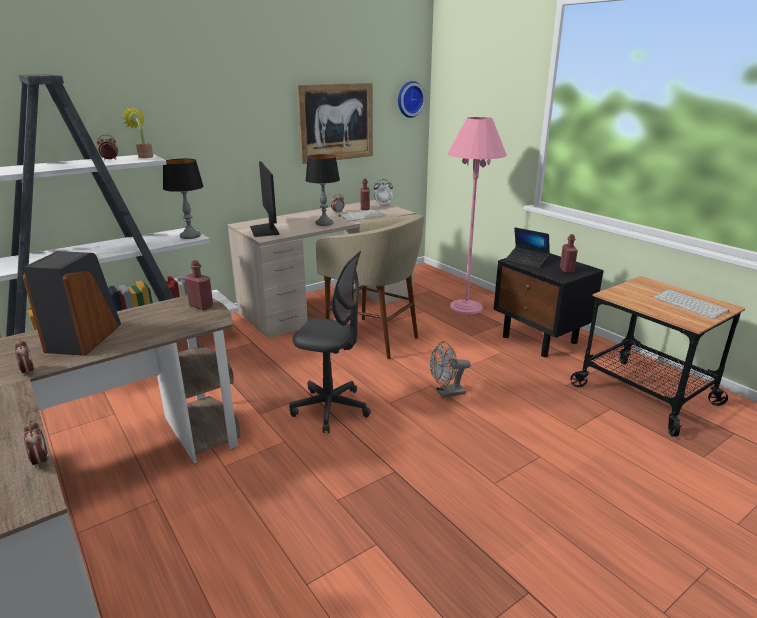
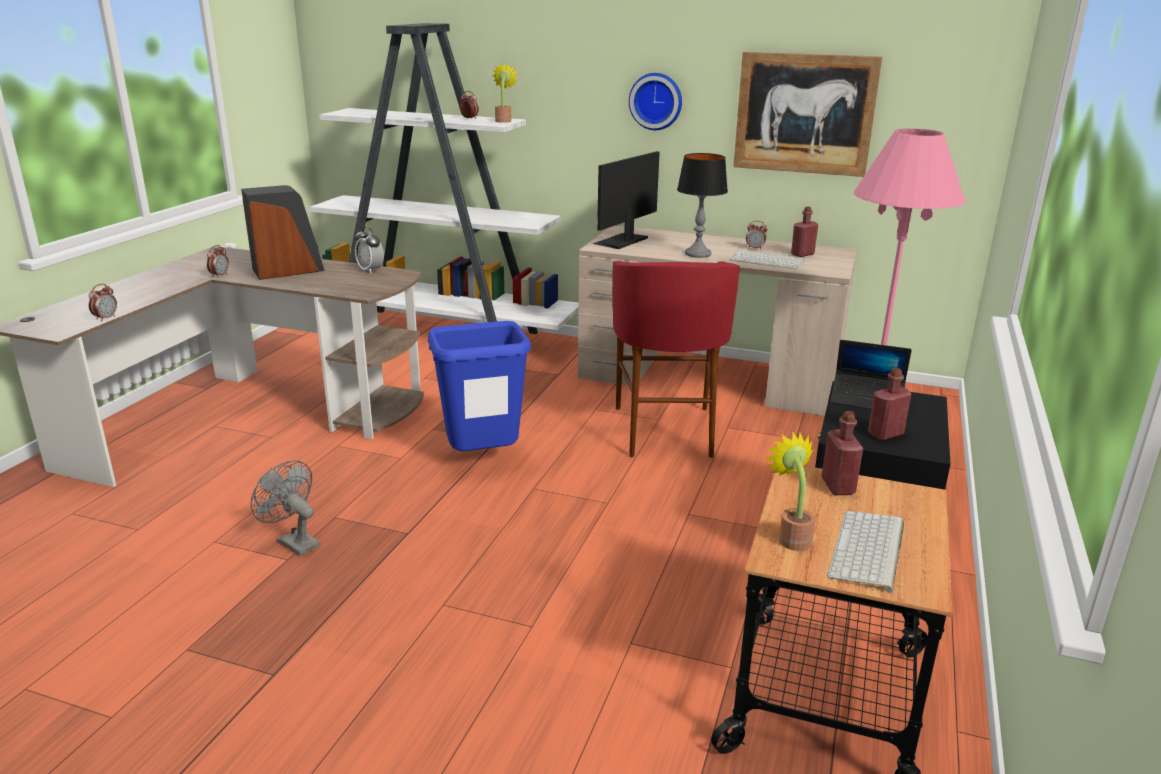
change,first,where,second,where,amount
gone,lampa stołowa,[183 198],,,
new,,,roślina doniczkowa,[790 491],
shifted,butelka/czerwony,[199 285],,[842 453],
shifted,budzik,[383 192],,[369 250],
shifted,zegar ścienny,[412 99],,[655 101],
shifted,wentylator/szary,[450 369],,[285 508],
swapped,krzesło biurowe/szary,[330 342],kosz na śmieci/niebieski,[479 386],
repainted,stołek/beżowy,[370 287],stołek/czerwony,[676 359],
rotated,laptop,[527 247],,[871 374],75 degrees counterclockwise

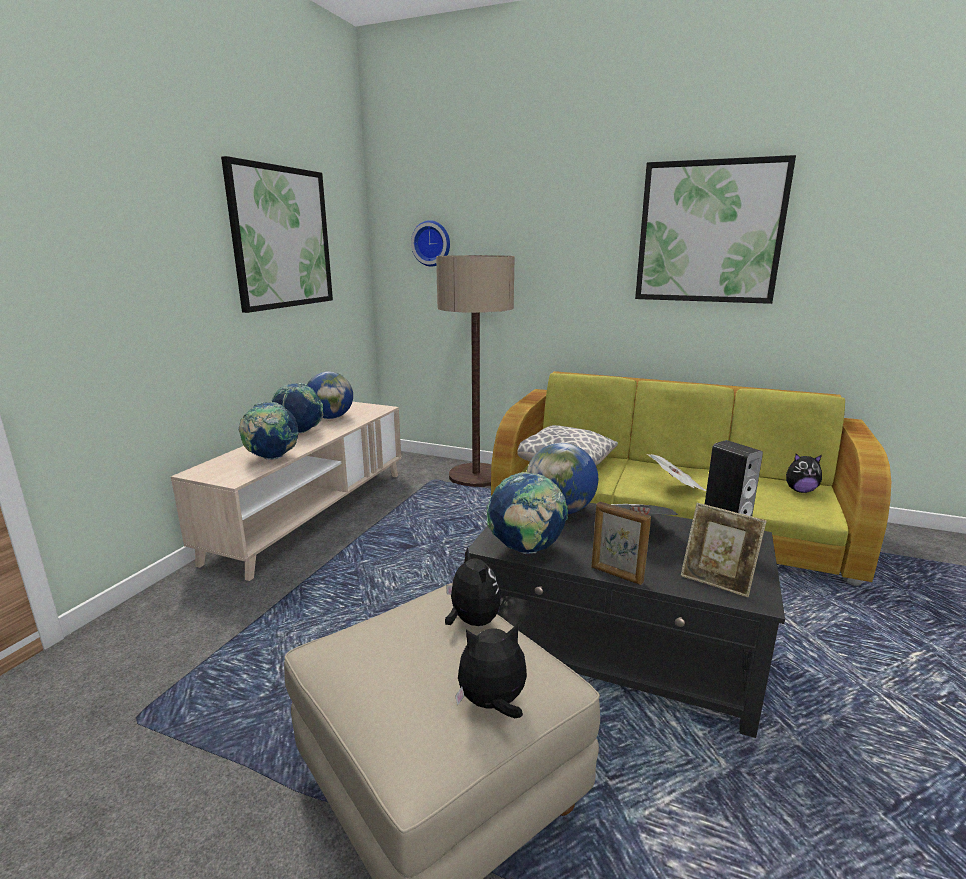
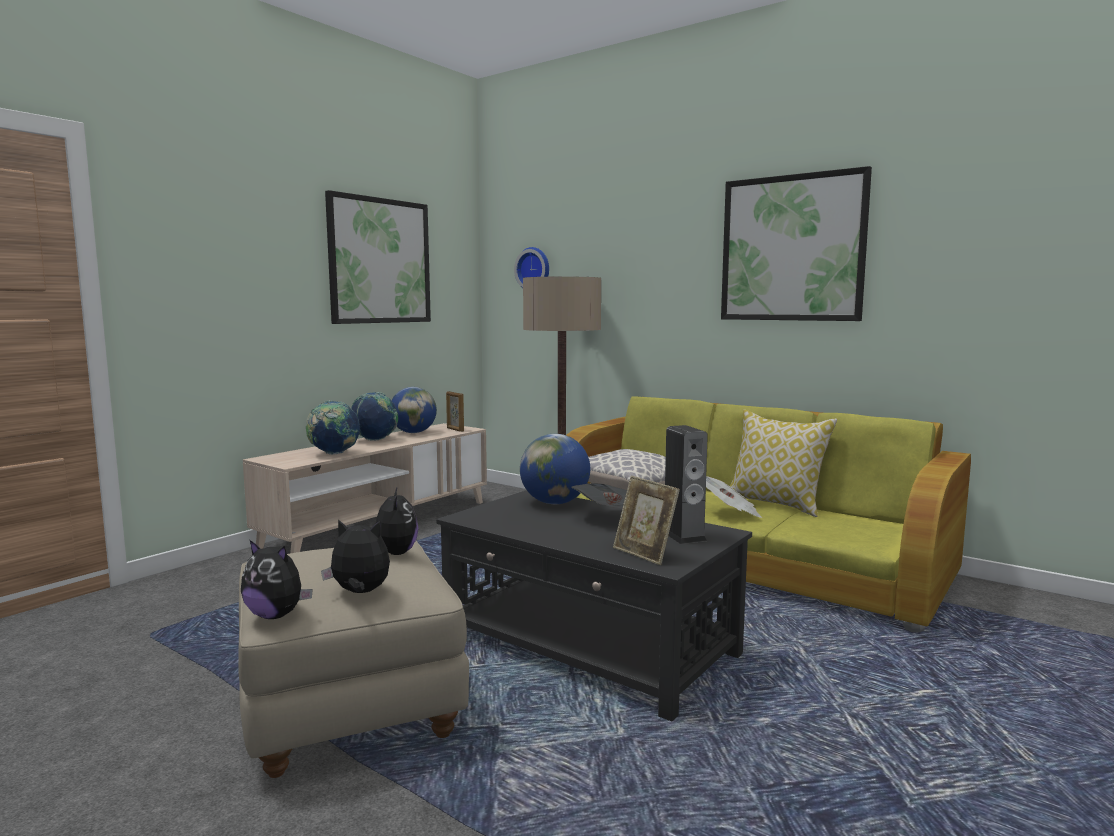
change,first,where,second,where,amount
gone,globus,[527 513],,,
new,,,poduszka,[783 463],
shifted,ramka na zdjęcie,[621 543],,[455 411],
shifted,pluszak,[804 473],,[277 579],

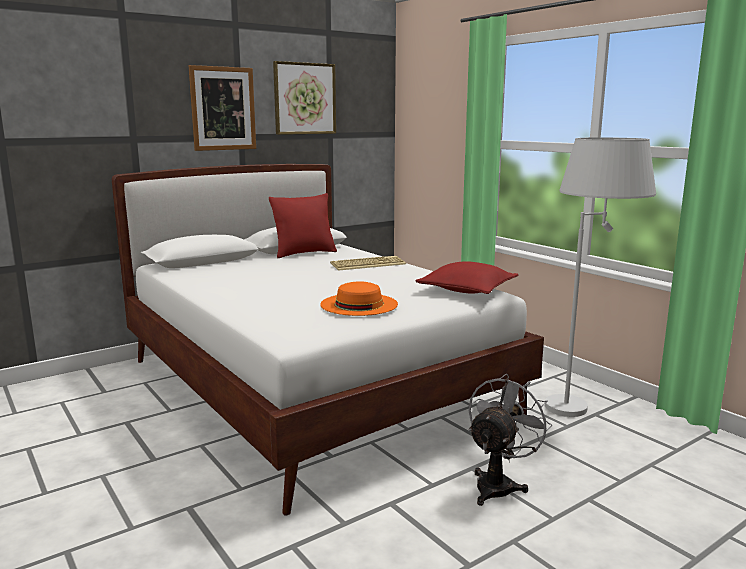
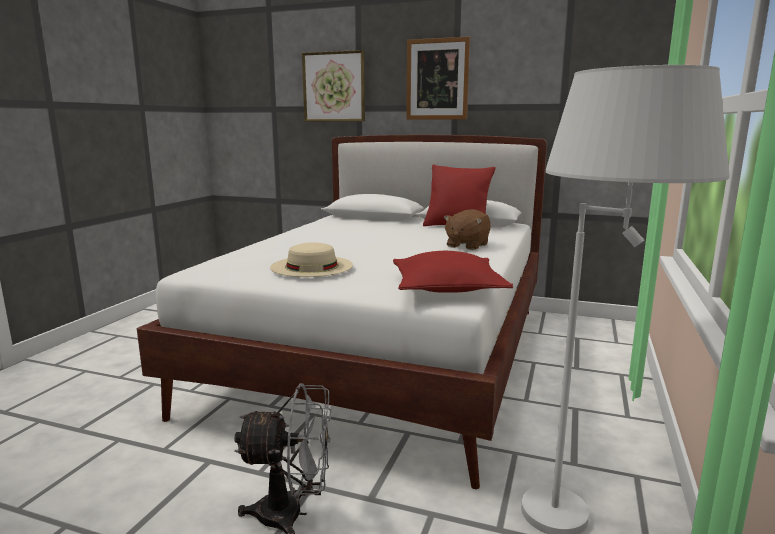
change,first,where,second,where,amount
shifted,obraz,[304 98],,[333 86],
swapped,klawiatura,[368 263],pluszak/brązowy,[467 229],
repainted,kapelusz/pomarańczowy,[359 298],kapelusz/beżowy,[311 259],

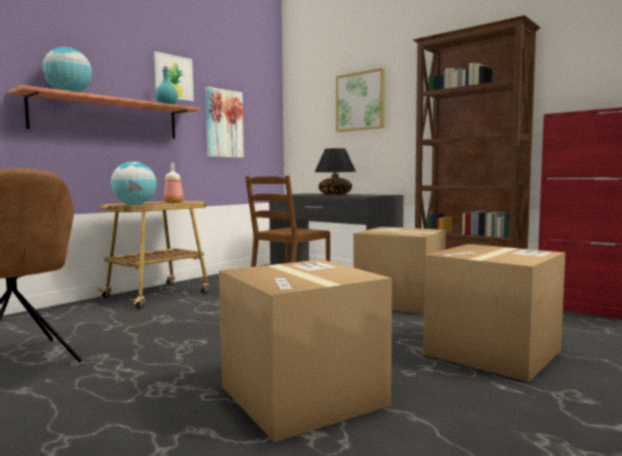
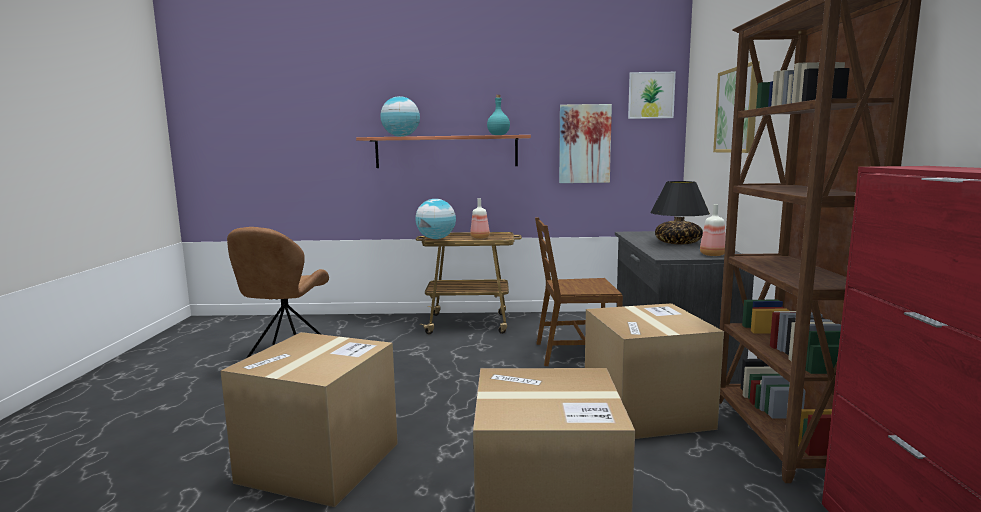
change,first,where,second,where,amount
new,,,butelka,[713 230],
shifted,obraz,[174 76],,[652 95],

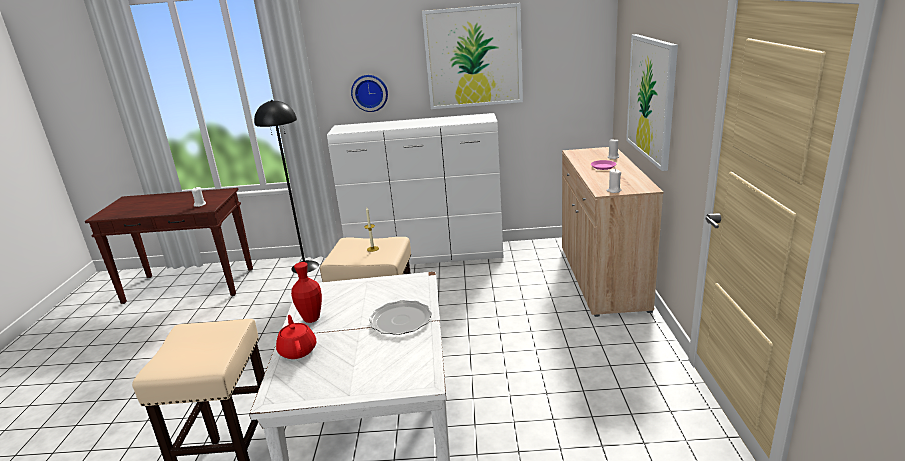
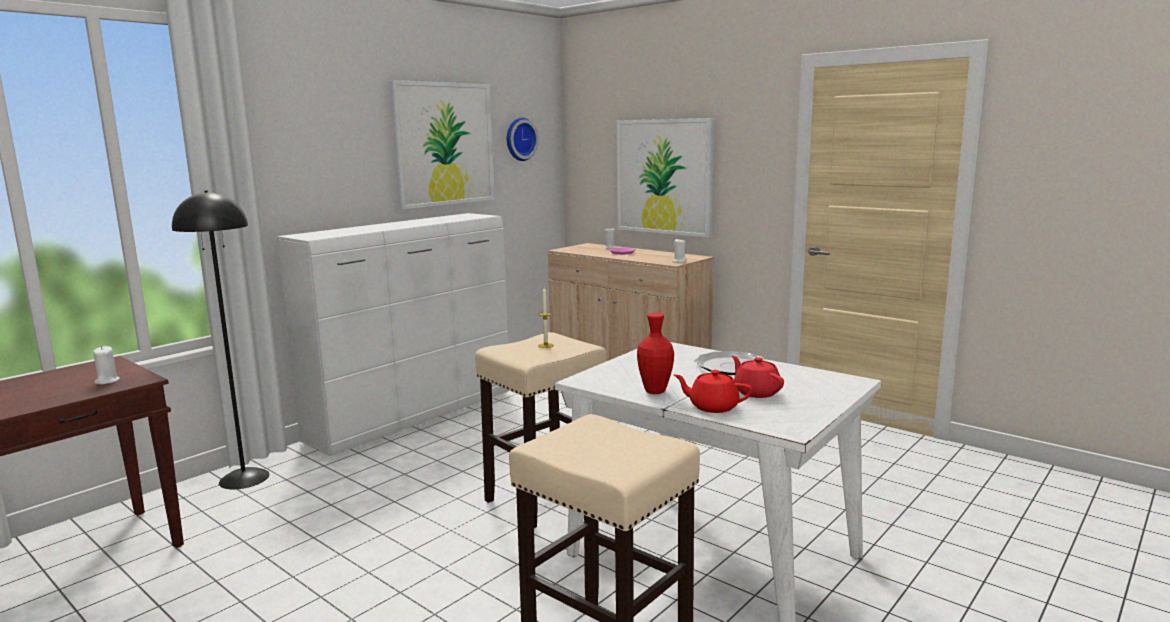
change,first,where,second,where,amount
new,,,imbryk/czerwony,[758 377],
shifted,zegar ścienny,[369 93],,[523 139],

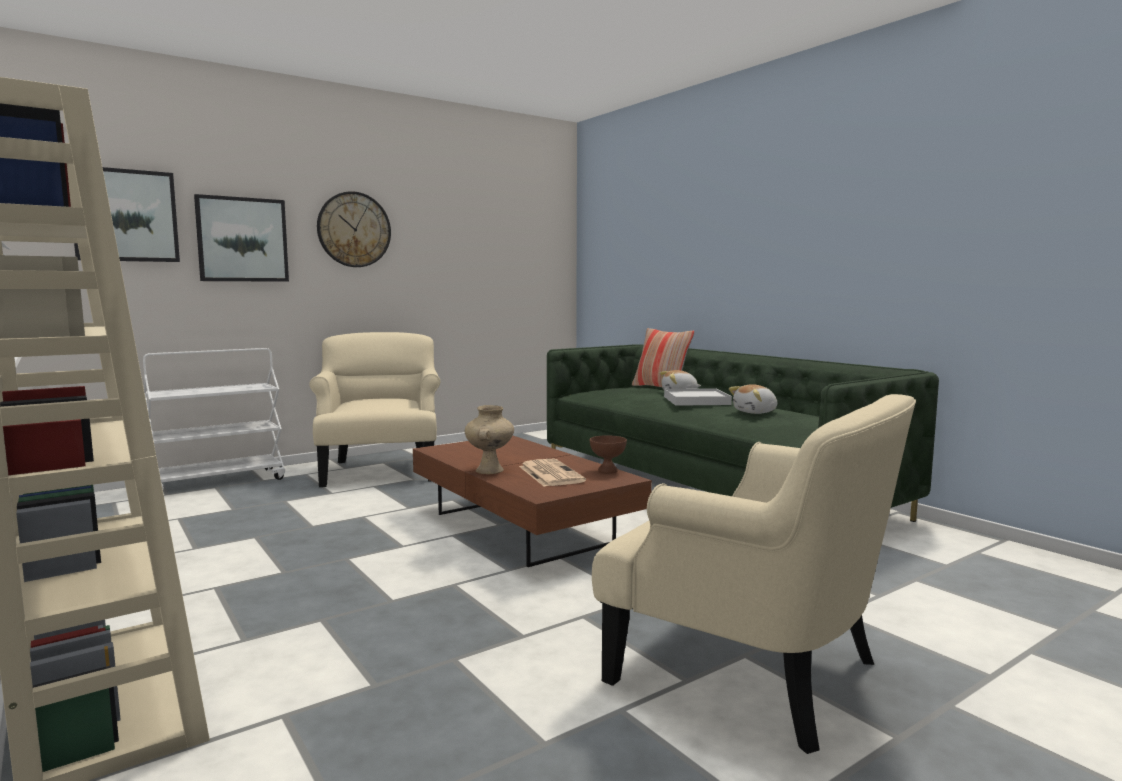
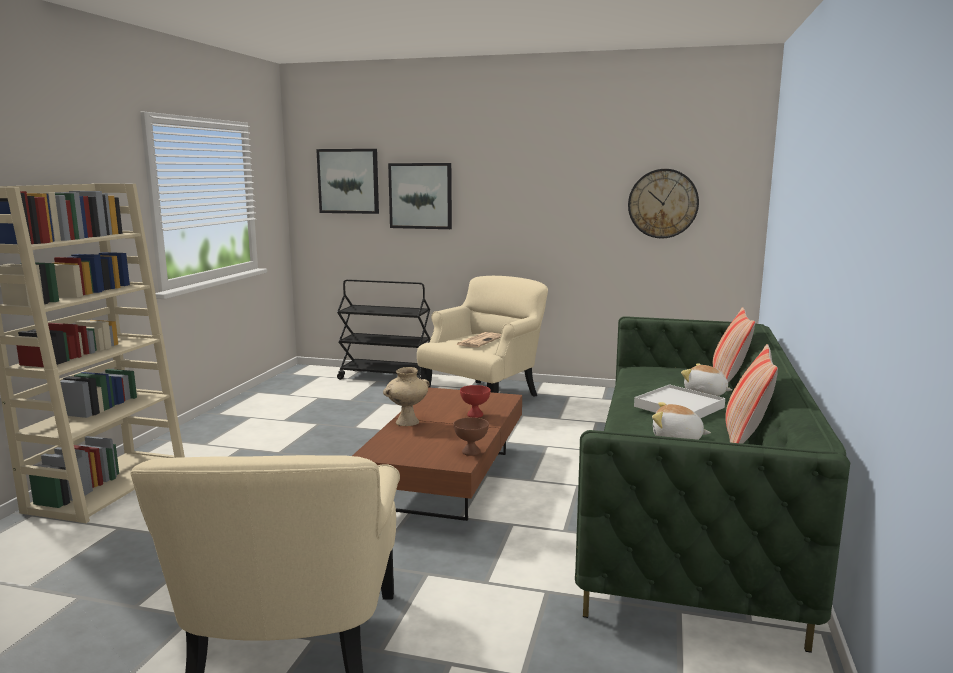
change,first,where,second,where,amount
new,,,miska/czerwony,[475 401],
new,,,poduszka,[751 394],
shifted,zegar ścienny,[354 229],,[663 203],
shifted,gazeta,[552 473],,[478 339],
repainted,wózek/biały,[214 418],wózek/czarny,[384 330],

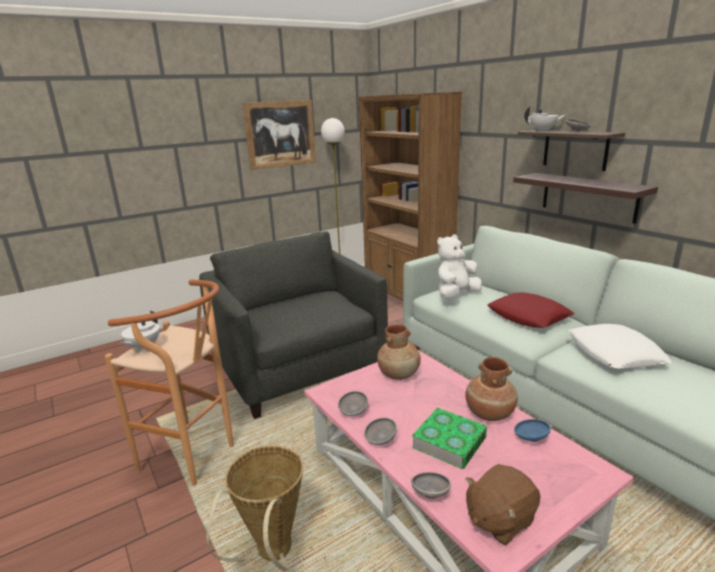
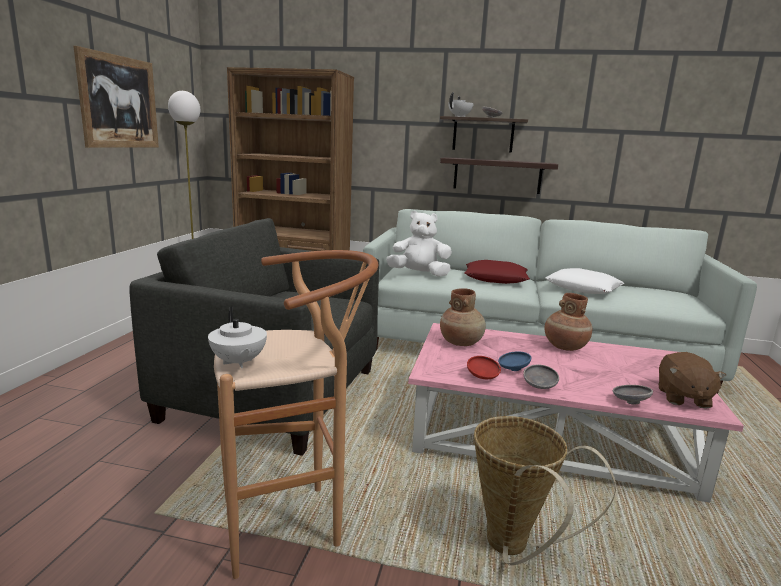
change,first,where,second,where,amount
gone,książka,[449 438],,,
shifted,miska/niebieski,[532 430],,[514 361],
repainted,miska/szary,[353 403],miska/czerwony,[484 367],
rotated,pluszak/biały,[459 266],,[419 244],90 degrees clockwise

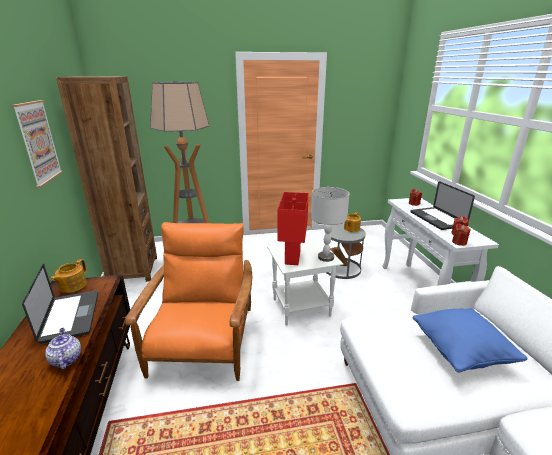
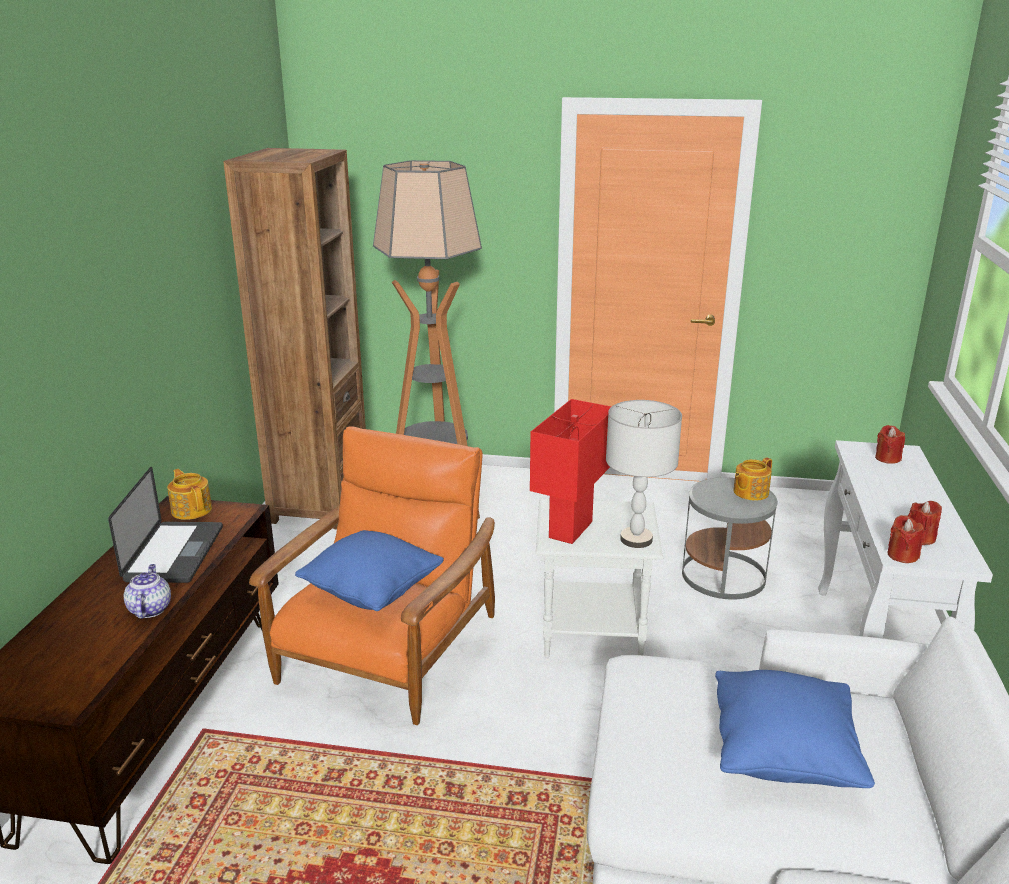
change,first,where,second,where,amount
gone,obraz,[37 144],,,
gone,laptop,[442 205],,,
new,,,poduszka/niebieski,[369 570],
rotated,imbryk,[69 276],,[189 494],105 degrees clockwise

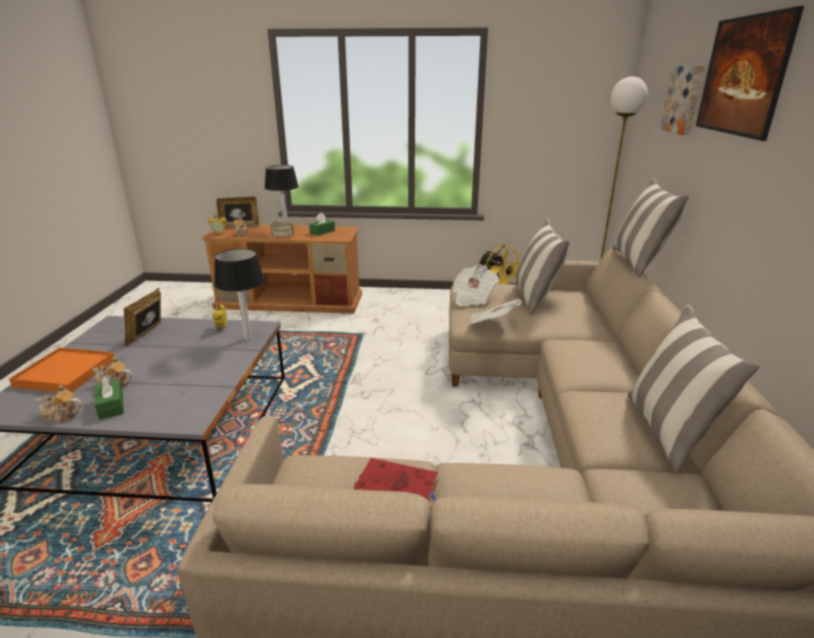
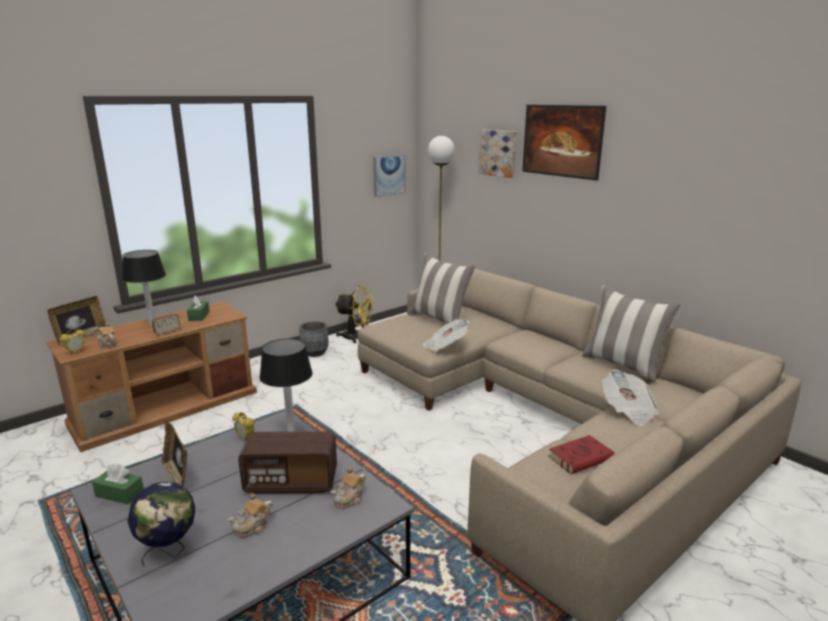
change,first,where,second,where,amount
gone,poduszka,[651 227],,,
new,,,radio,[287 463],
new,,,donica/szary,[314 339],
new,,,obraz,[389 176],
shifted,imbryk,[58 404],,[348 488],
shifted,pudełko chusteczek/zielony,[109 397],,[118 484],
shifted,gazeta,[476 285],,[630 397],
swapped,taca/pomarańczowy,[61 369],globus,[161 523],

